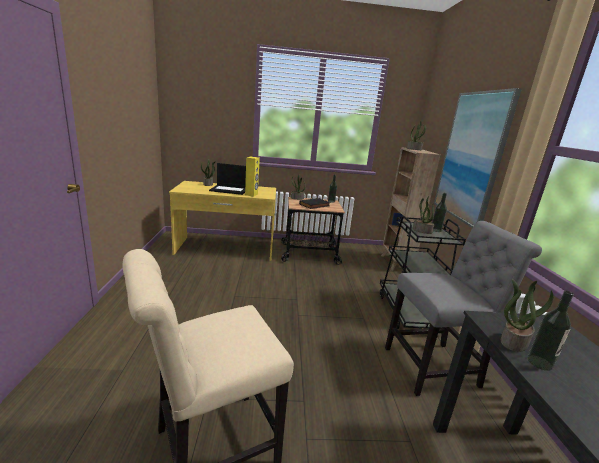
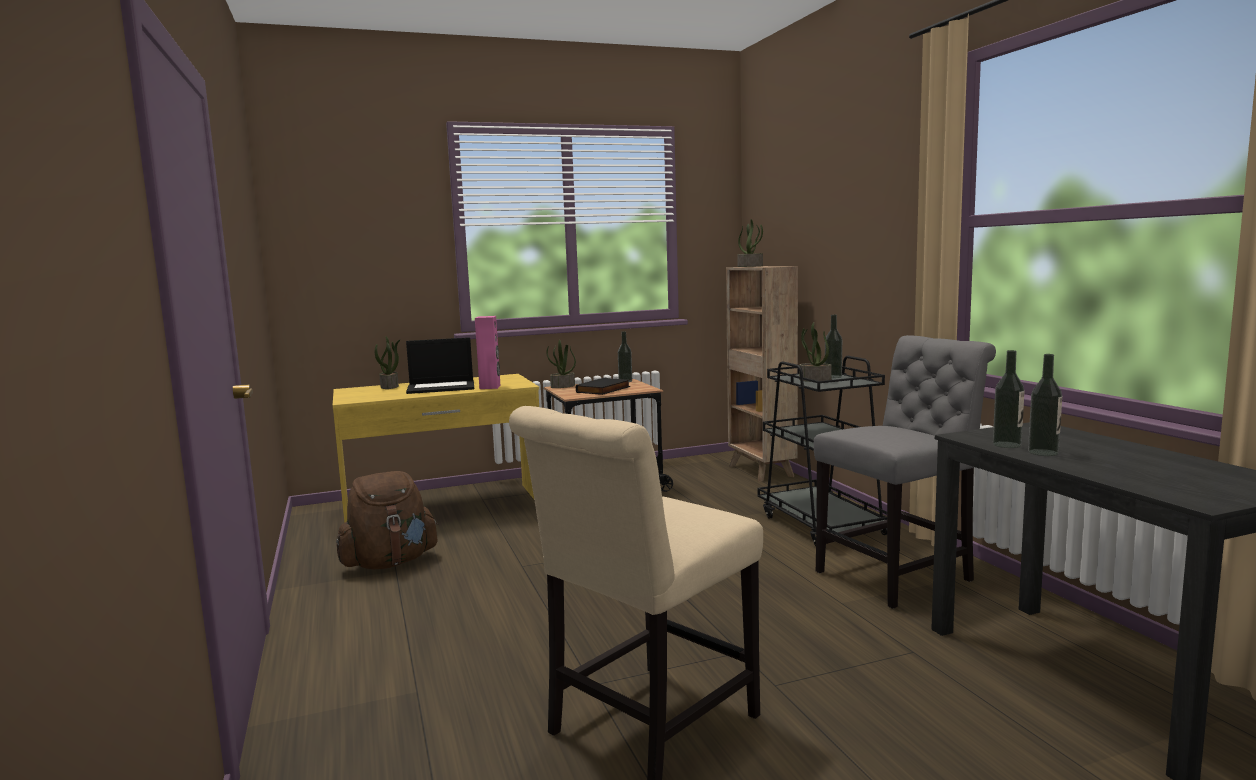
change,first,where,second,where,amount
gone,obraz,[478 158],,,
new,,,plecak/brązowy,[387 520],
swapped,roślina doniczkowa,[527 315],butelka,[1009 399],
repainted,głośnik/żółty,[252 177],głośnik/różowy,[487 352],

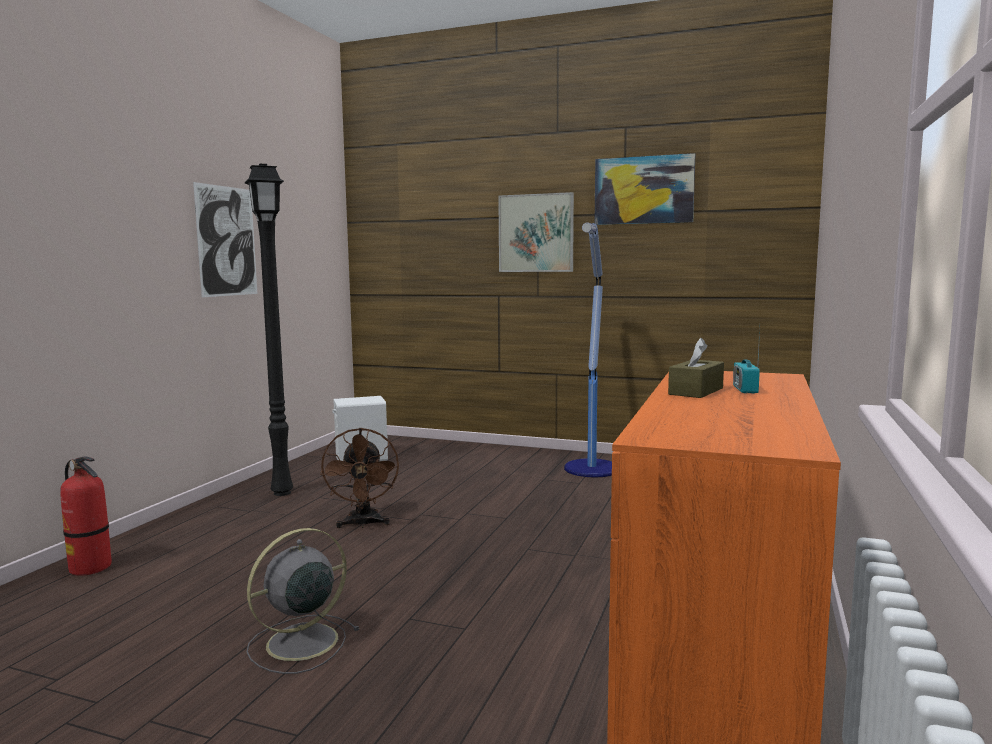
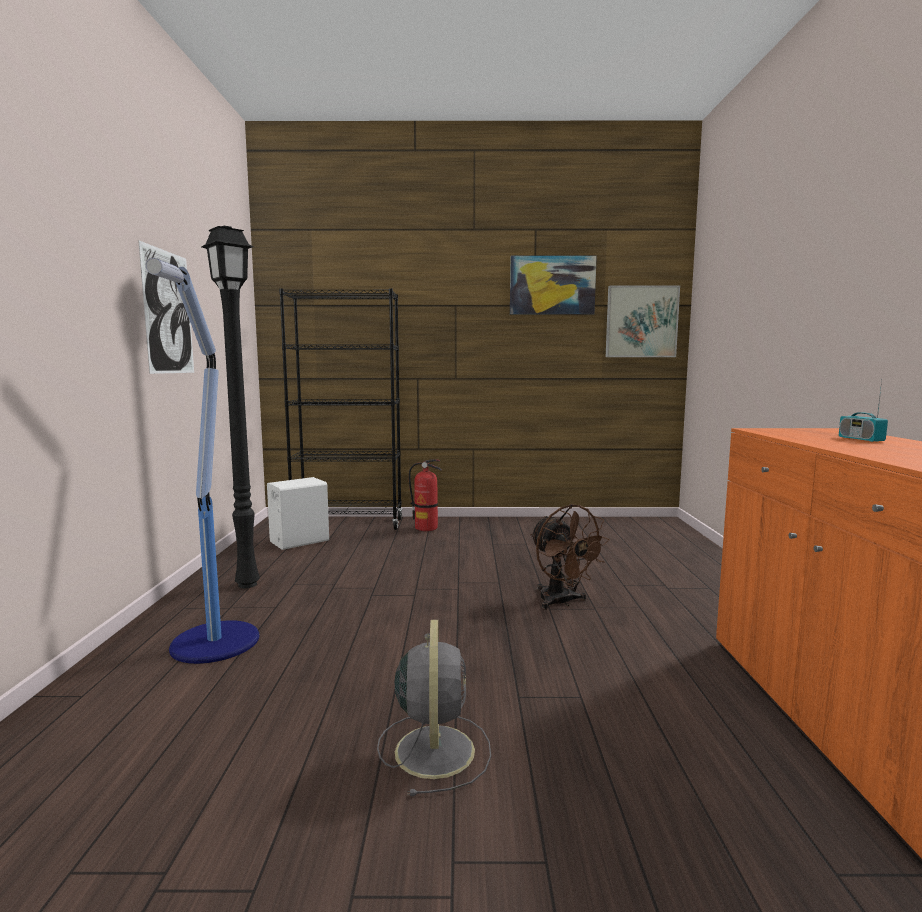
change,first,where,second,where,amount
gone,pudełko chusteczek/brązowy,[696 368],,,
new,,,regał/czarny,[341 409],
shifted,gaśnica,[86 516],,[425 495],
shifted,wentylator/brązowy,[359 478],,[570 557],
shifted,obraz,[536 232],,[643 321],
shifted,lampa stojąca,[588 349],,[202 461],
rotated,wentylator/szary,[303 601],,[434 708],150 degrees clockwise

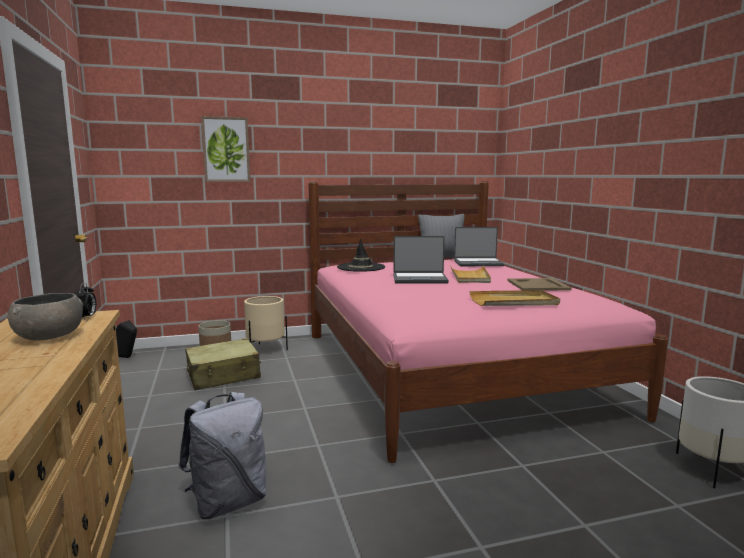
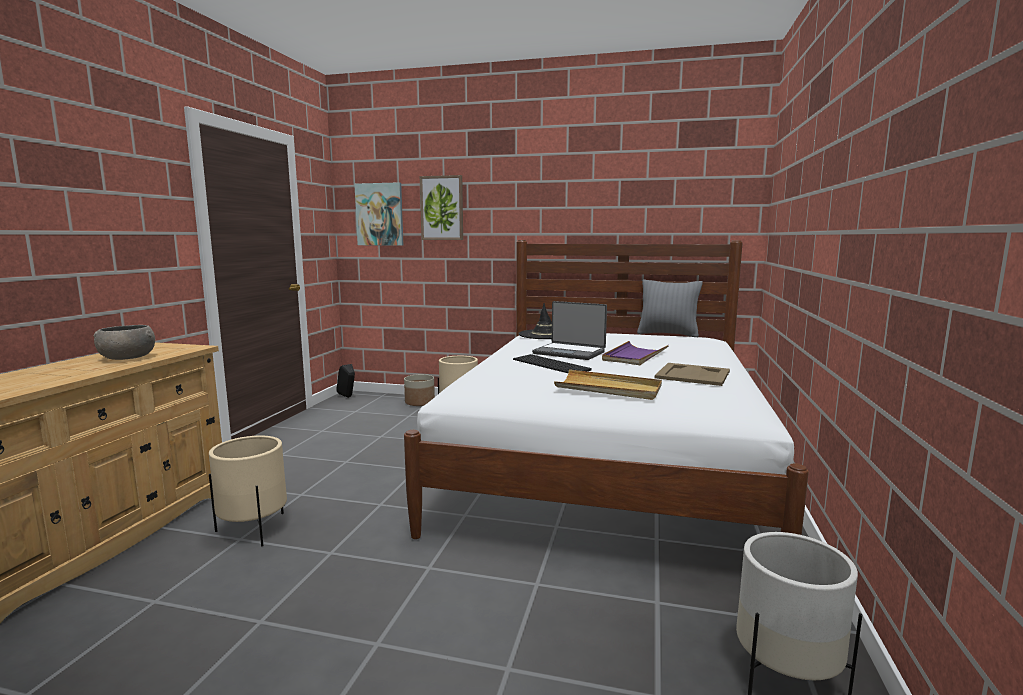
change,first,where,second,where,amount
gone,budzik,[85 301],,,
gone,walizka/beżowy,[223 364],,,
gone,laptop,[479 246],,,
new,,,obraz,[379 214],
new,,,klawiatura,[552 363],
swapped,plecak/szary,[222 455],donica/beżowy,[248 491],
repainted,łóżko/różowy,[488 322],łóżko/biały,[606 389],
repainted,taca/beżowy,[470 274],taca/fioletowy,[635 353],

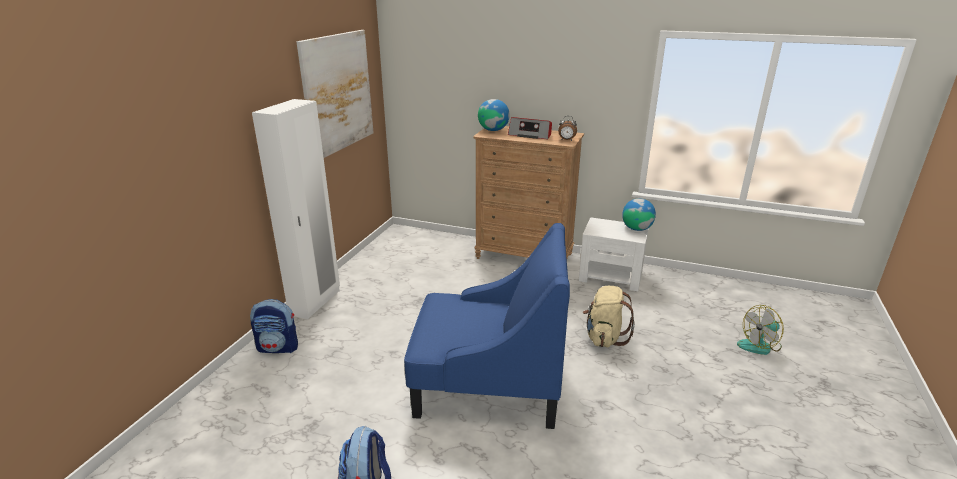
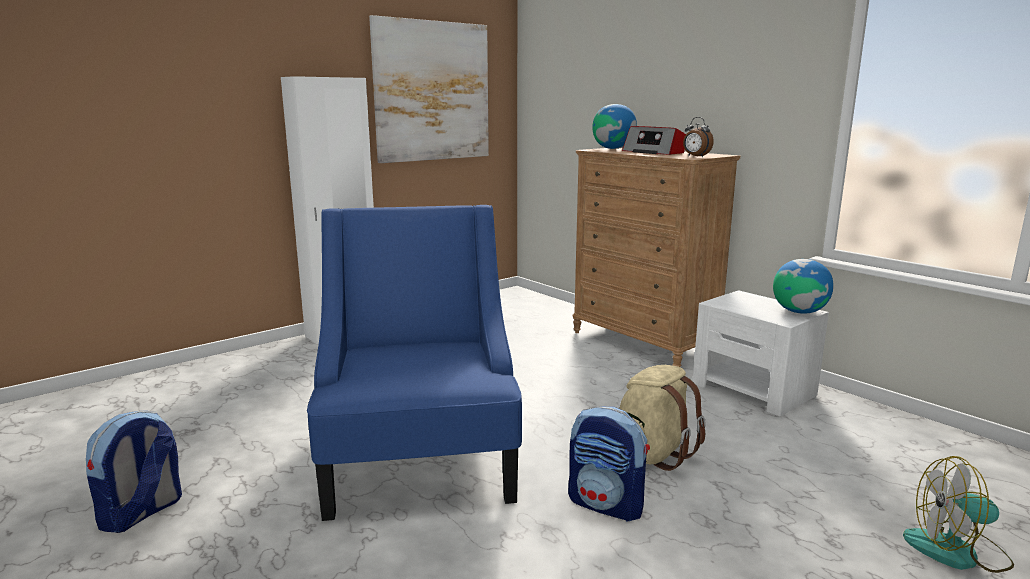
change,first,where,second,where,amount
shifted,plecak,[274 326],,[609 464],
rotated,fotel/niebieski,[487 326],,[414 363],135 degrees counterclockwise

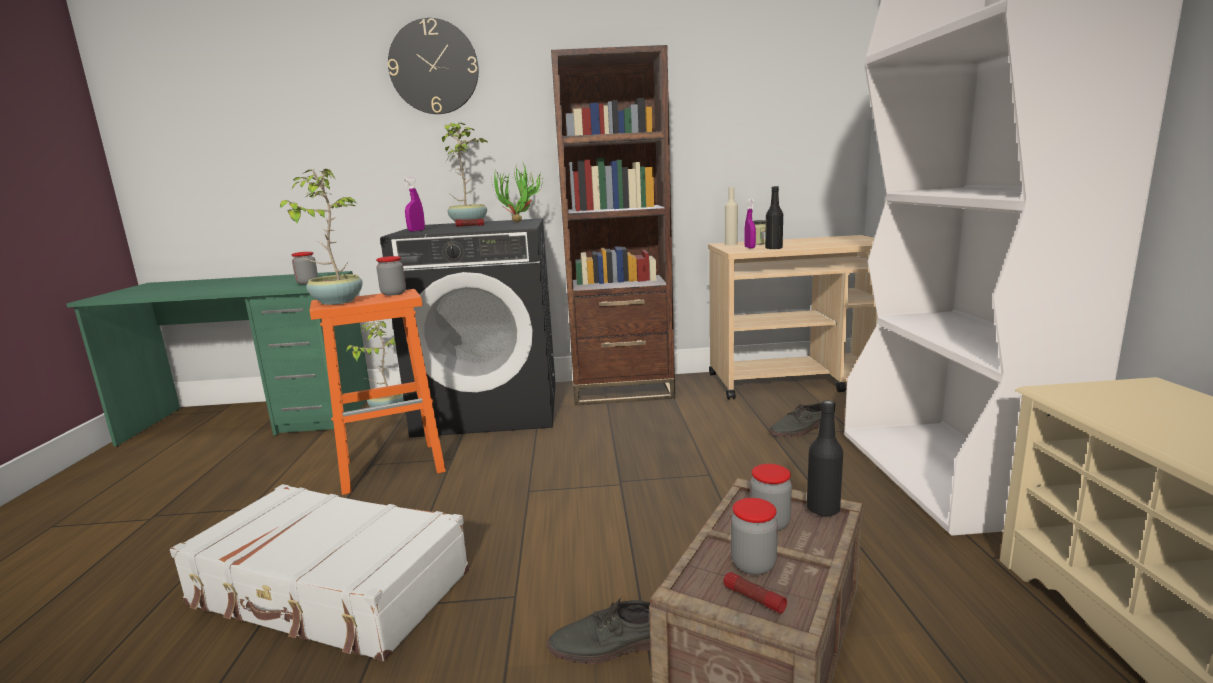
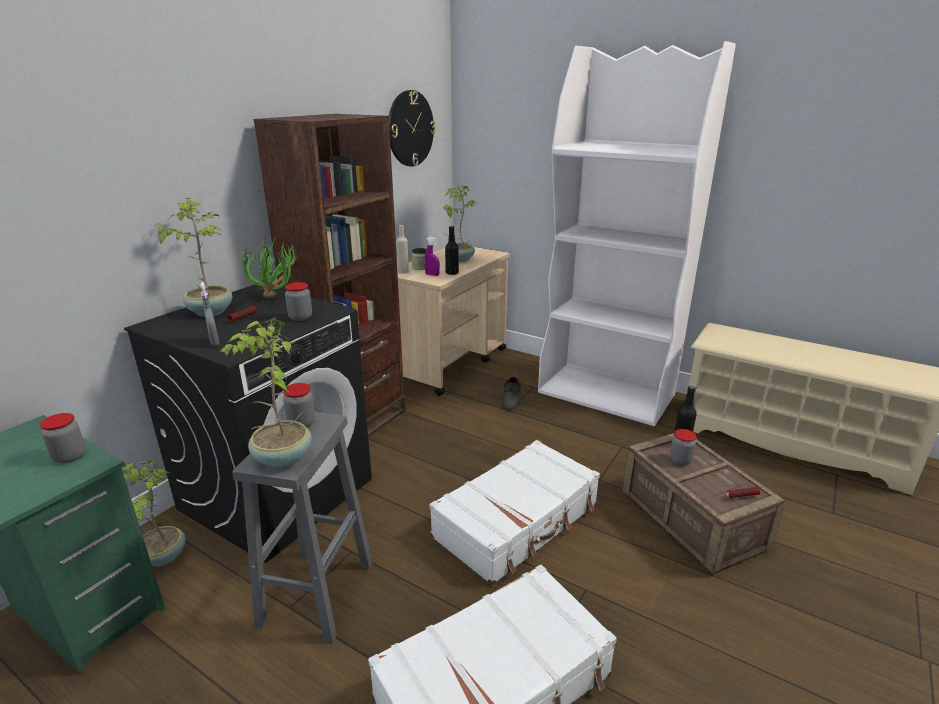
change,first,where,second,where,amount
gone,but/szary,[599 630],,,
new,,,walizka/biały,[515 512],
new,,,roślina doniczkowa,[461 223],
shifted,zegar ścienny,[433 66],,[412 128],
shifted,słoik,[754 536],,[298 301],
repainted,stołek/pomarańczowy,[378 392],stołek/szary,[302 527],
repainted,spryskiwacz/fioletowy,[414 205],spryskiwacz/szary,[210 314],

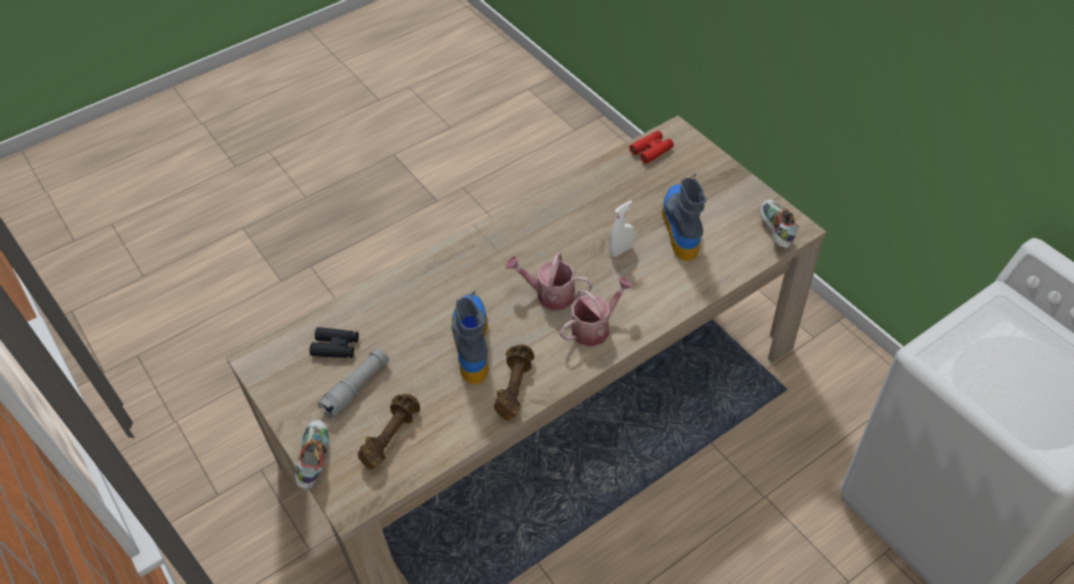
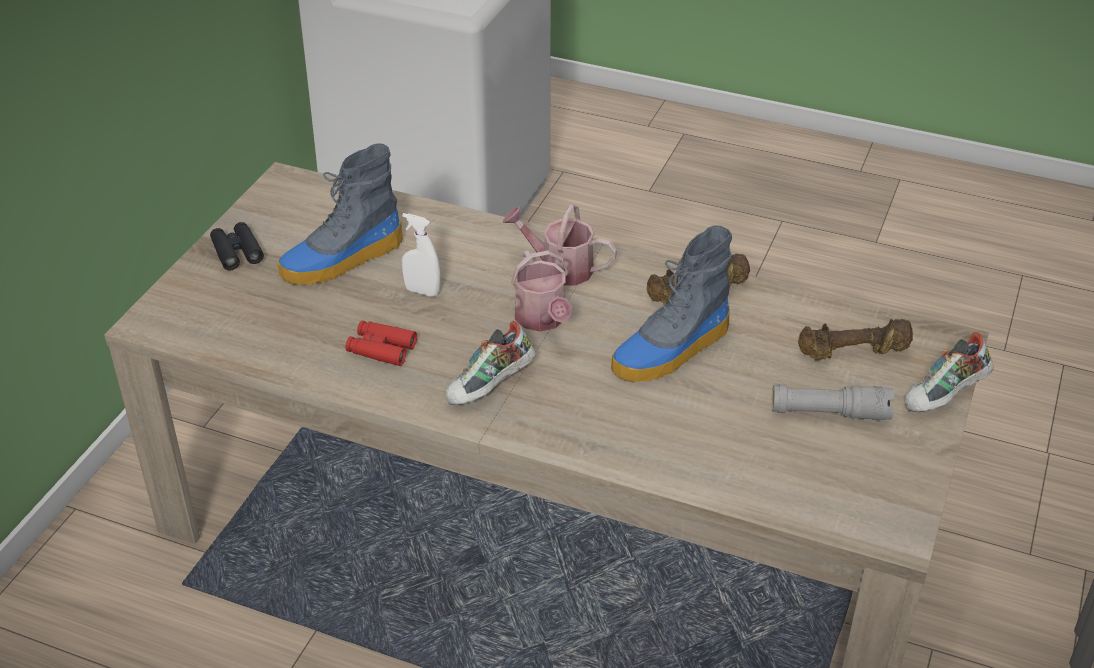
change,first,where,second,where,amount
shifted,lornetka/czarny,[334 342],,[237 246],
shifted,lornetka/czerwony,[651 147],,[381 343],
shifted,but,[779 224],,[491 363],

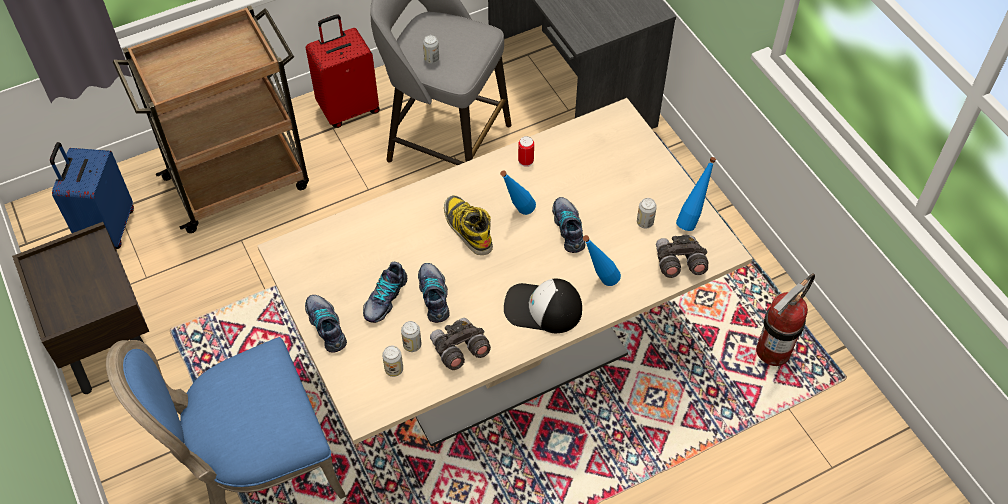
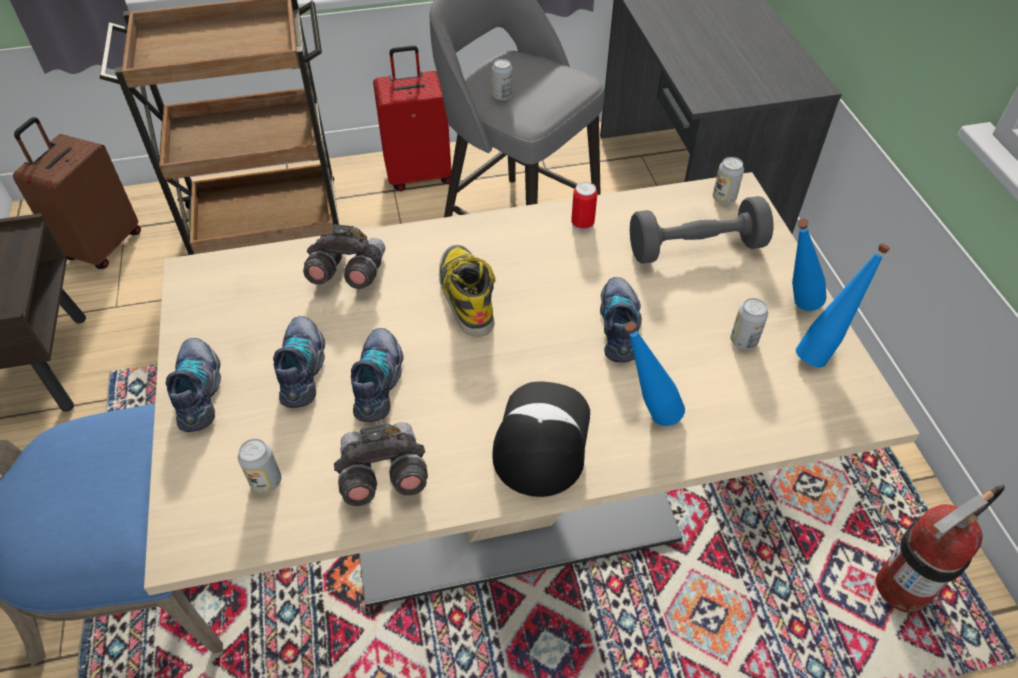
change,first,where,second,where,amount
new,,,hantel/szary,[701 230],
shifted,puszka,[411 336],,[728 180],
shifted,butelka/niebieski,[518 192],,[809 265],
shifted,lornetka/szary,[682 256],,[344 256],
repainted,walizka/niebieski,[92 195],walizka/brązowy,[77 193],
rotated,but,[385 292],,[299 362],135 degrees clockwise
rotated,czapka z daszkiem,[543 306],,[541 439],75 degrees clockwise

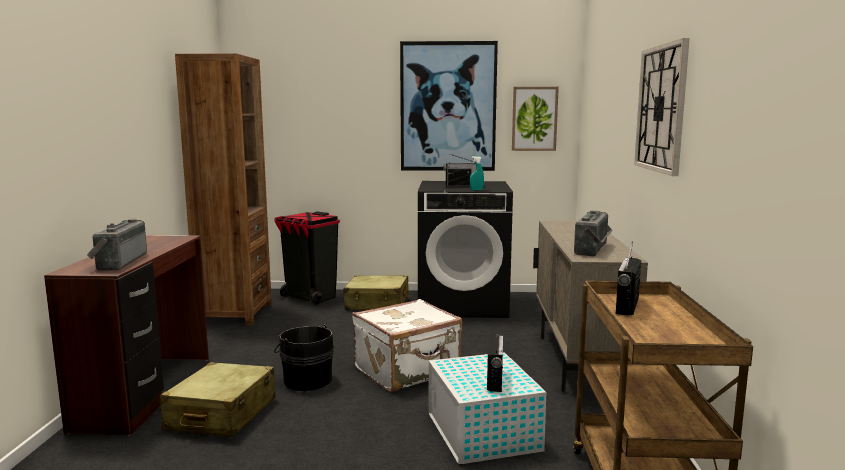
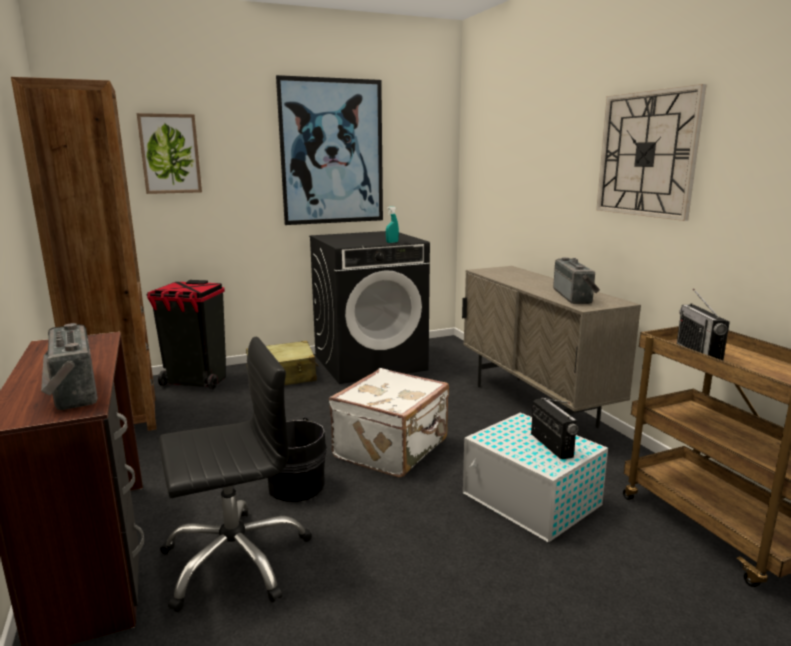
change,first,where,second,where,amount
gone,radio,[460 170],,,
shifted,obraz,[535 119],,[169 153],
swapped,walizka/beżowy,[218 399],krzesło biurowe/czarny,[235 474],

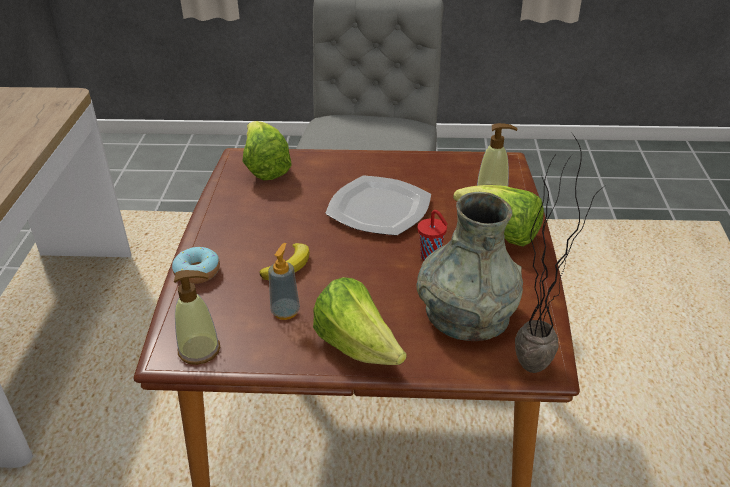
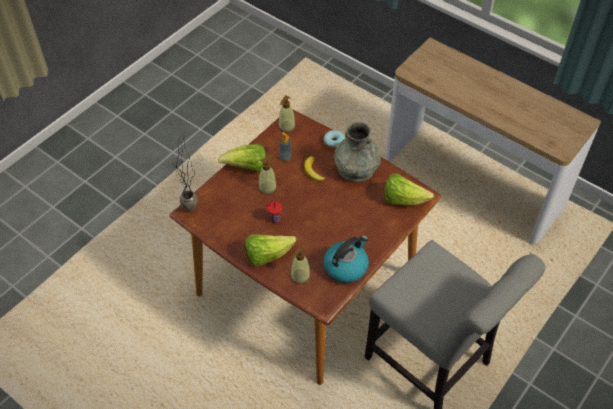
change,first,where,second,where,amount
gone,talerz,[378 205],,,
new,,,dozownik mydła,[268 175],
new,,,czajnik,[346 259],
shifted,wazon/szary,[469 266],,[357 152],

